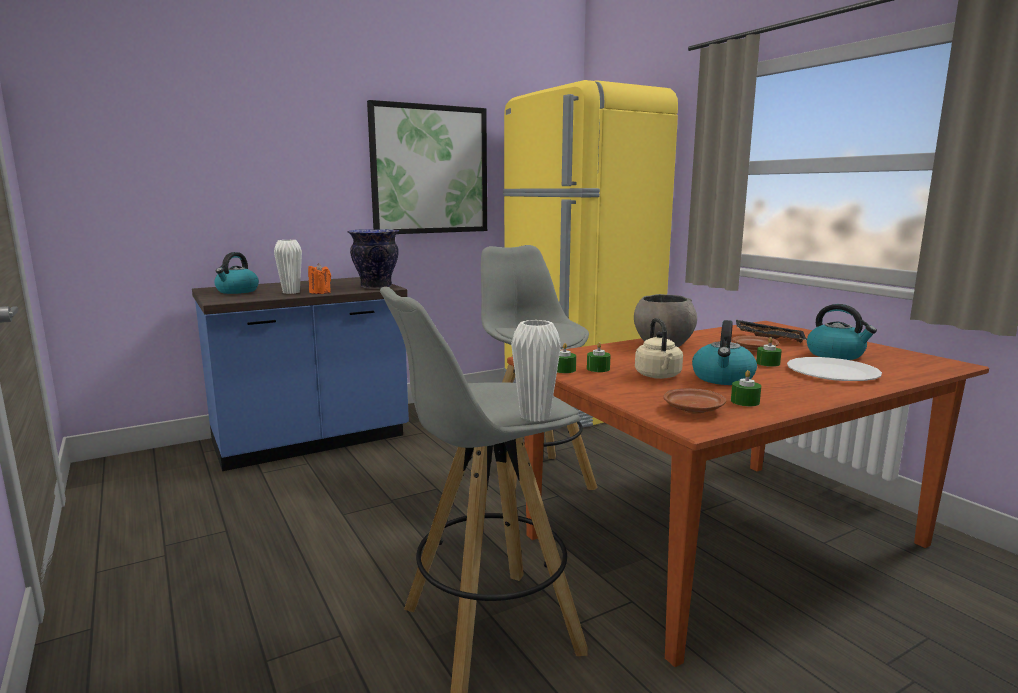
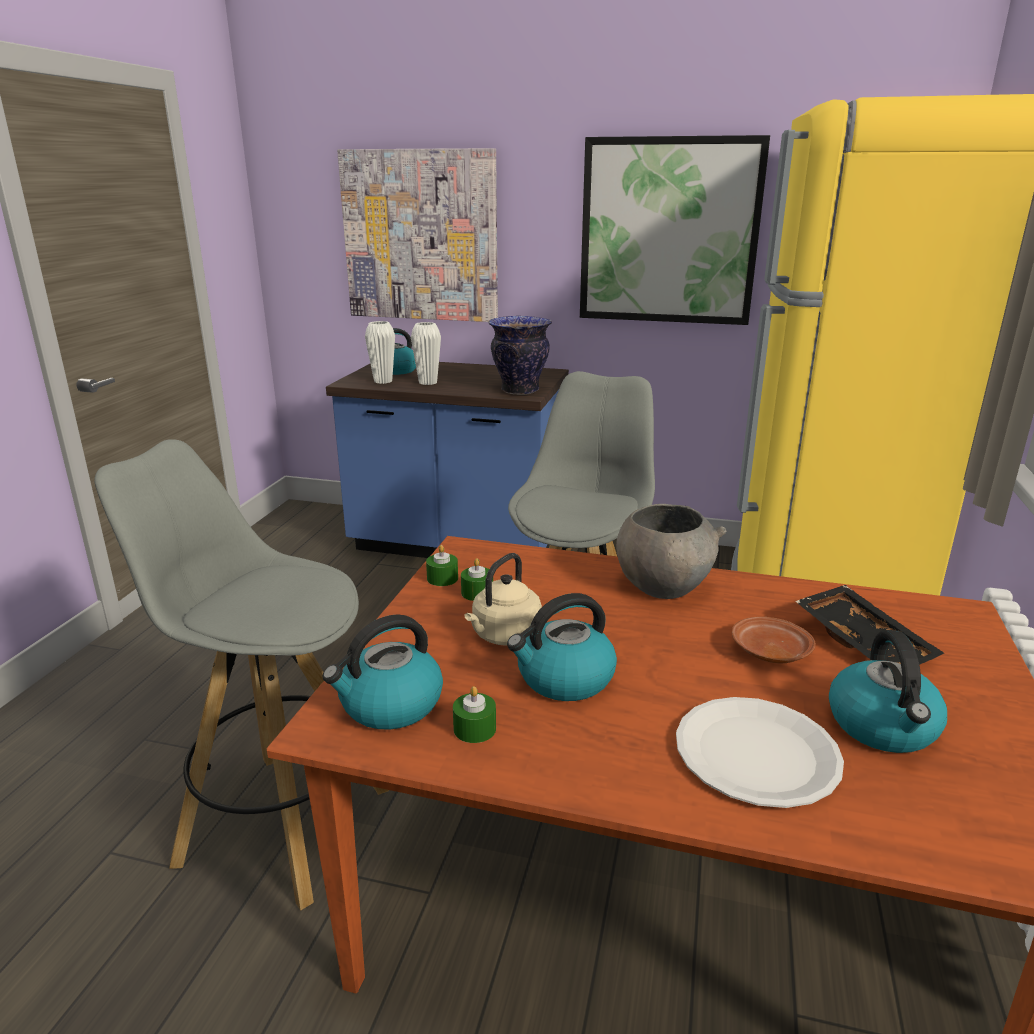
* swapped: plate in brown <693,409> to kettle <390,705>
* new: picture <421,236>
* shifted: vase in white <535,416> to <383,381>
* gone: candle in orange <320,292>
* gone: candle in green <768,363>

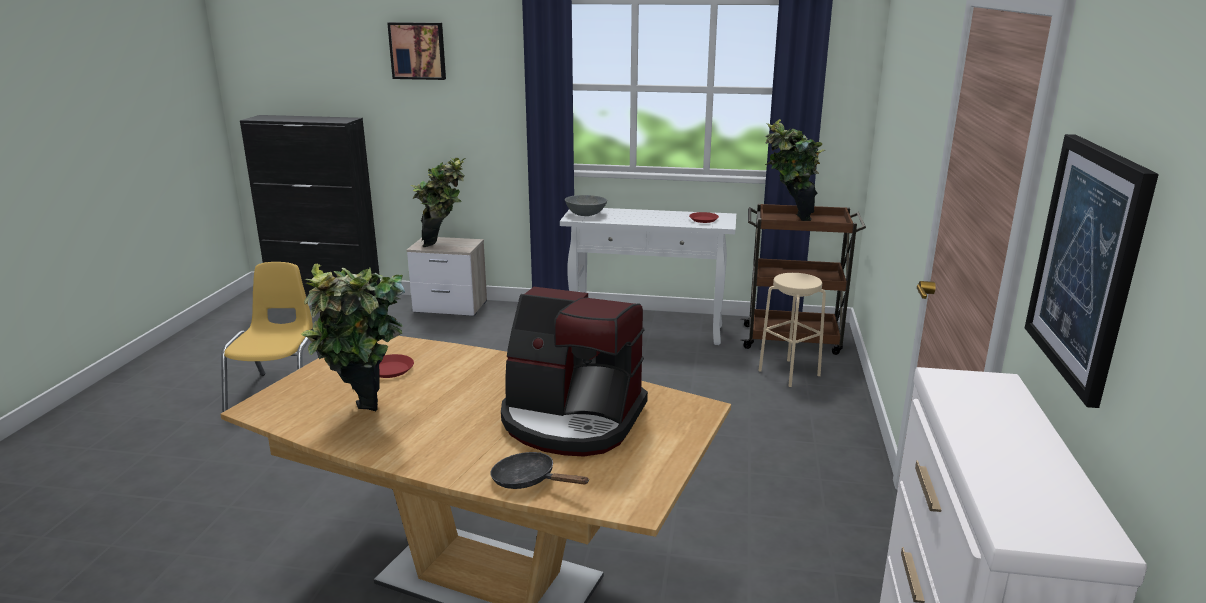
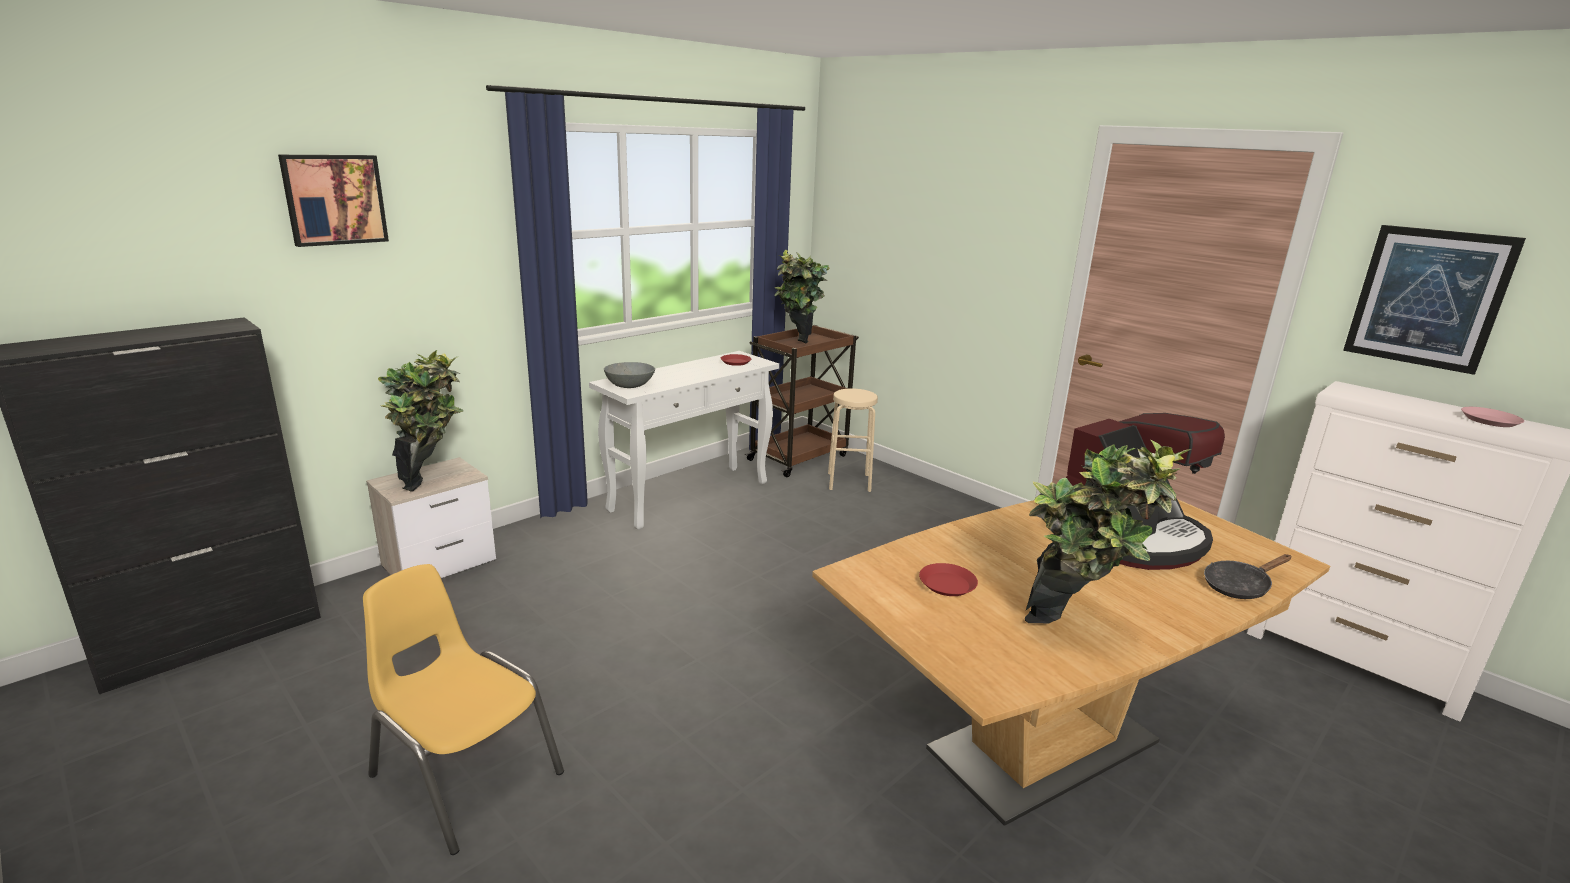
* new: plate in pink <1490,421>

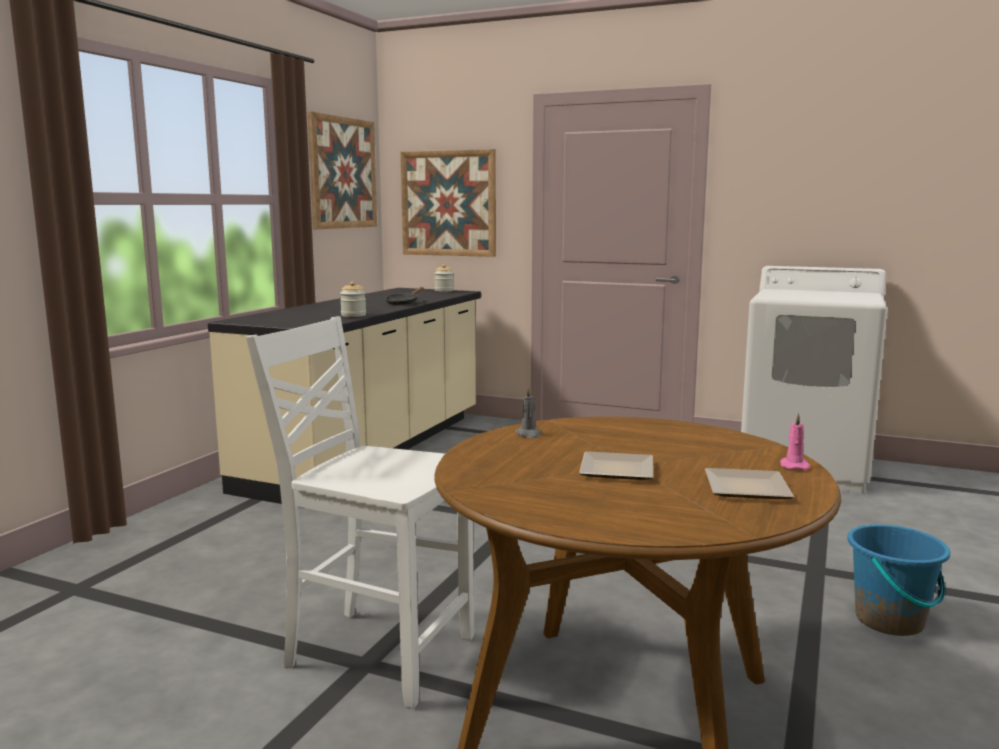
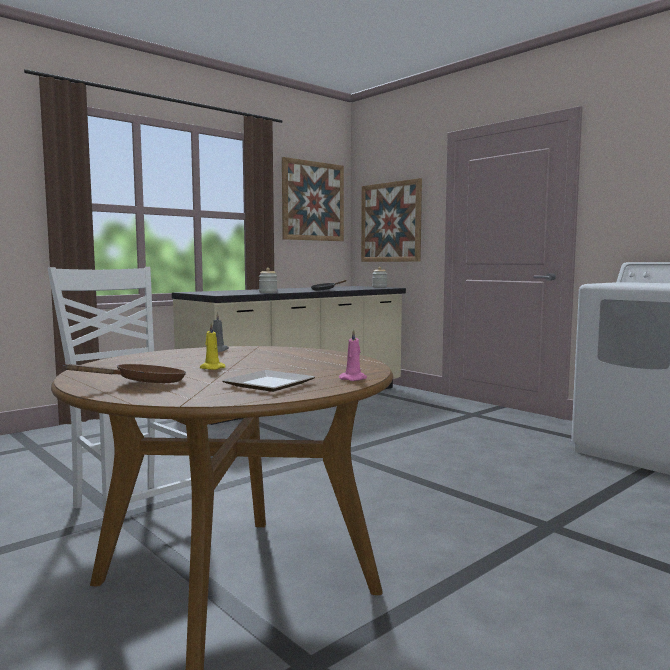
* new: frying pan in brown <143,383>
* swapped: plate <614,469> to candle in yellow <211,368>
* gone: bucket in blue <890,621>

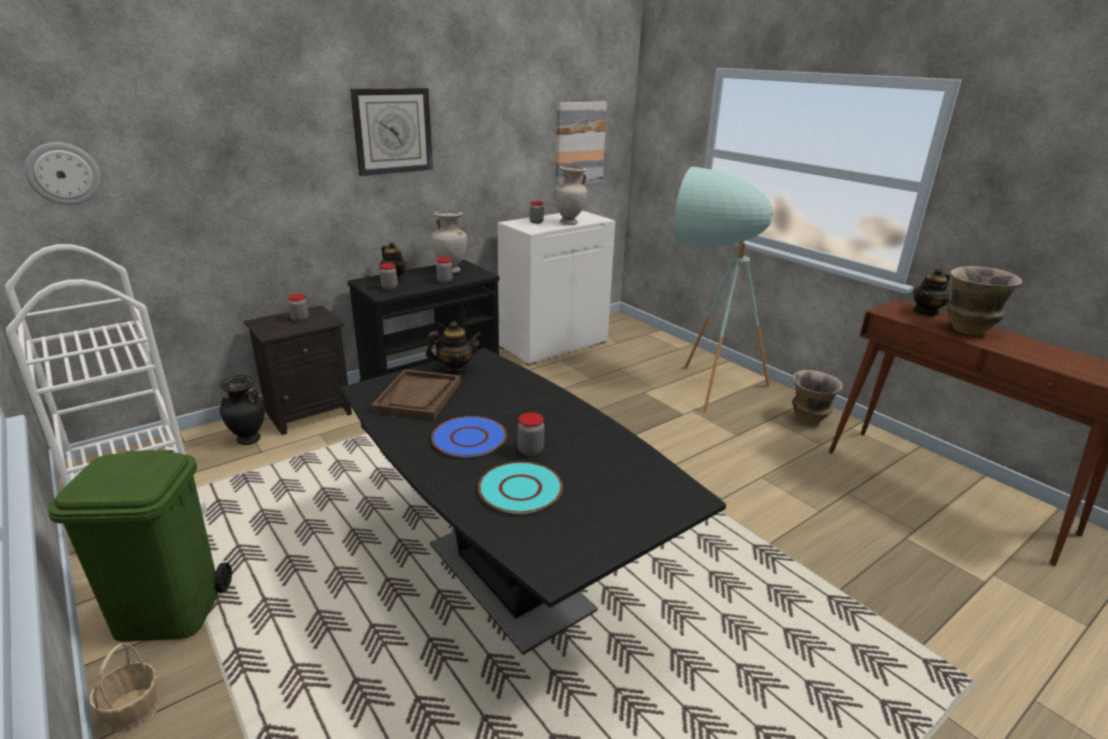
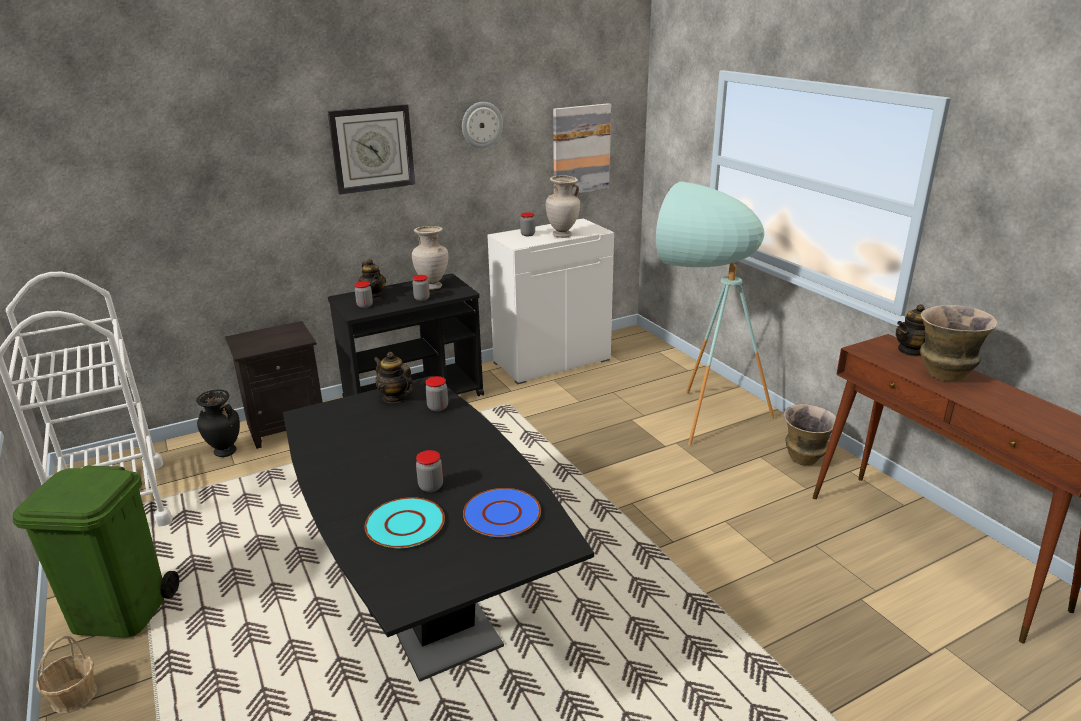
* rotated: teapot <455,368> = <395,397> 135 degrees counterclockwise
* shifted: jar <300,319> to <438,407>
* shifted: wall clock <63,174> to <481,124>
* shifted: plate in blue <469,438> to <502,514>
* gone: tray in brown <418,396>

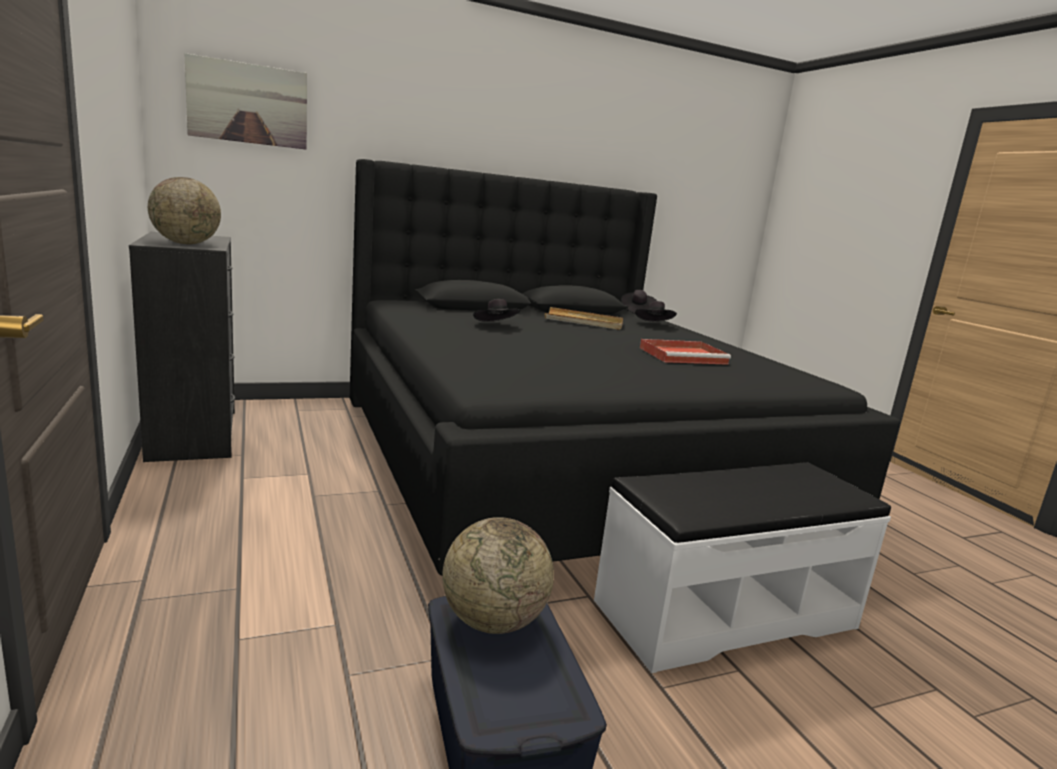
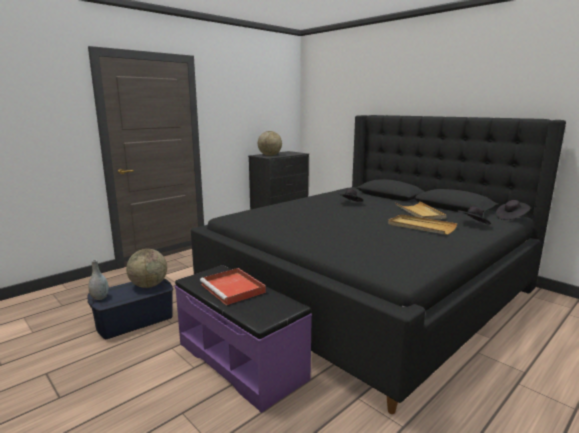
* new: vase in grey <100,298>
* repainted: bench in white <724,613> to bench in purple <241,360>
* shifted: tray in red <684,356> to <233,288>
* new: tray in beige <421,227>
* gone: picture <248,103>

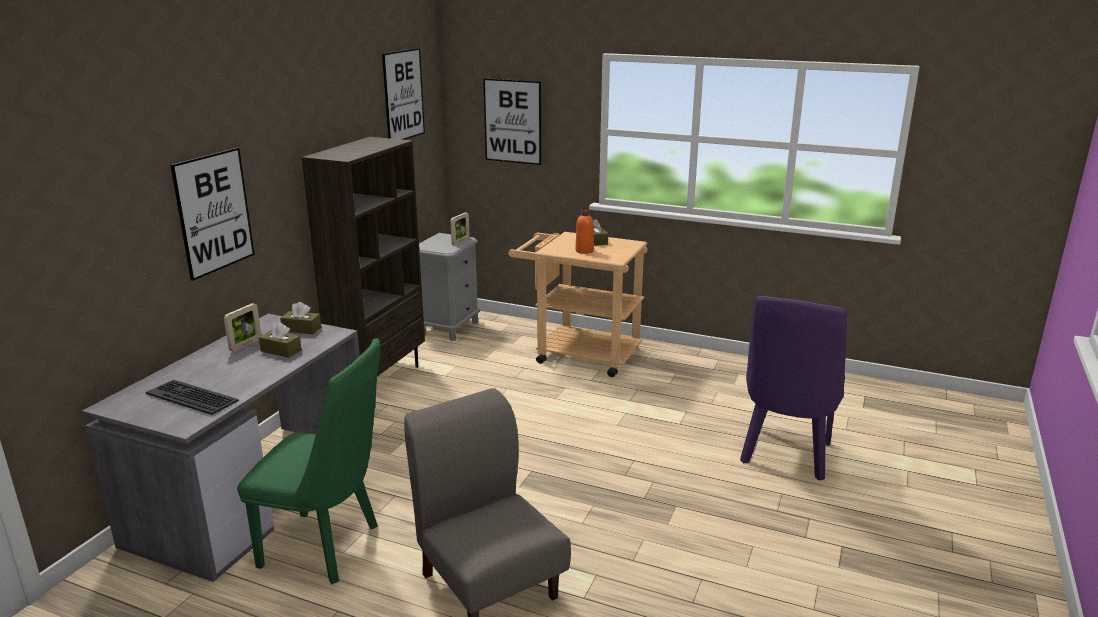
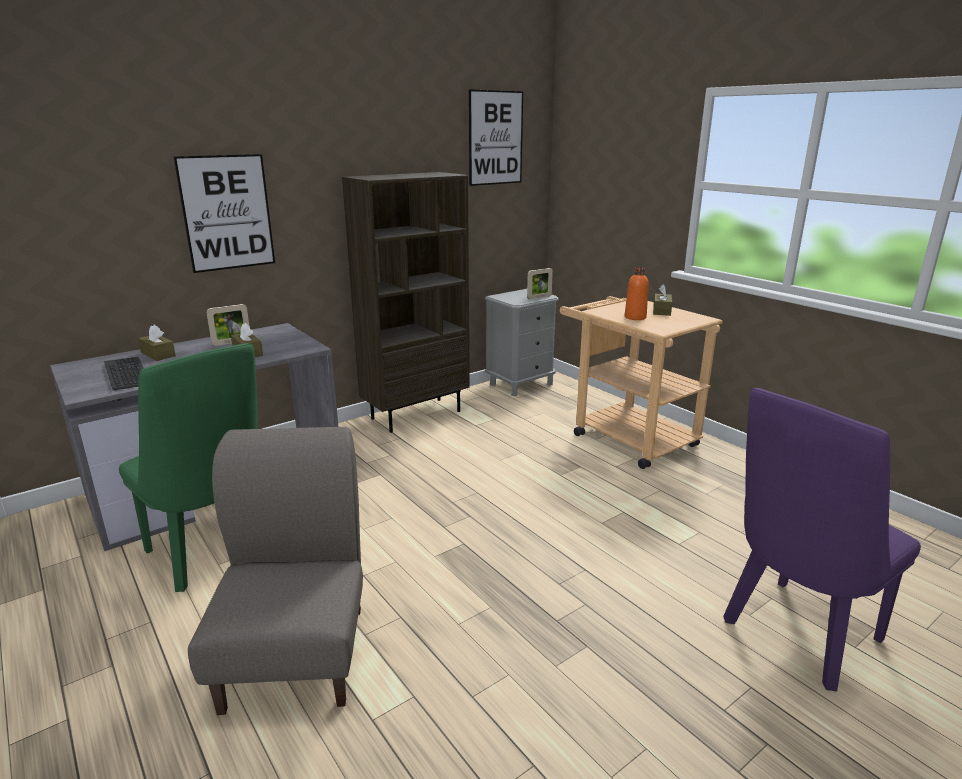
* shifted: tissue box in brown <301,329> to <158,354>
* gone: picture <512,121>

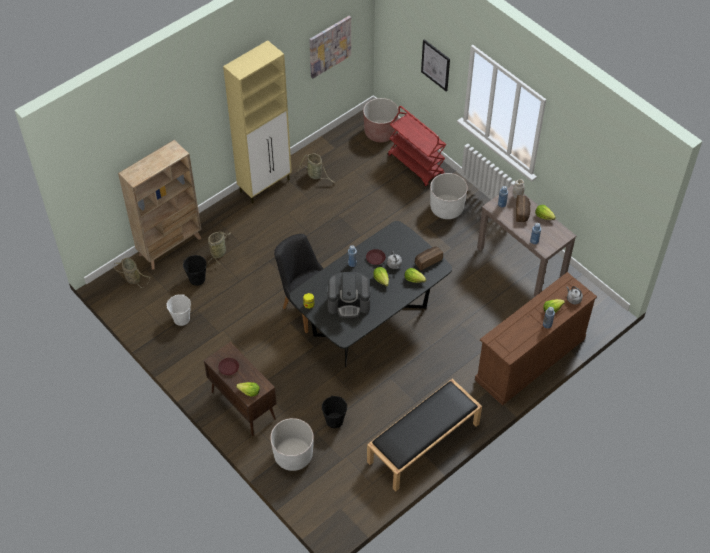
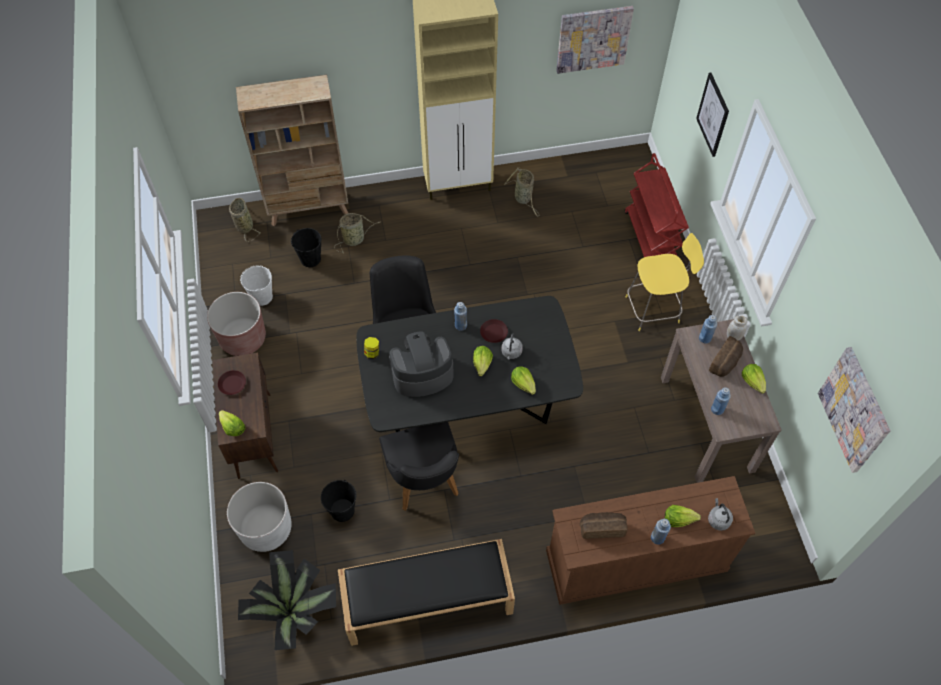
* shifted: planter in brown <380,132> to <243,338>
* new: potted plant <293,608>
* new: chair in black <425,484>
* rotated: coffee machine <349,302> = <422,374> 135 degrees clockwise
* shifted: bread <427,261> to <602,527>
* swapped: planter in white <446,208> to stool in yellow <654,309>
* new: picture <854,410>

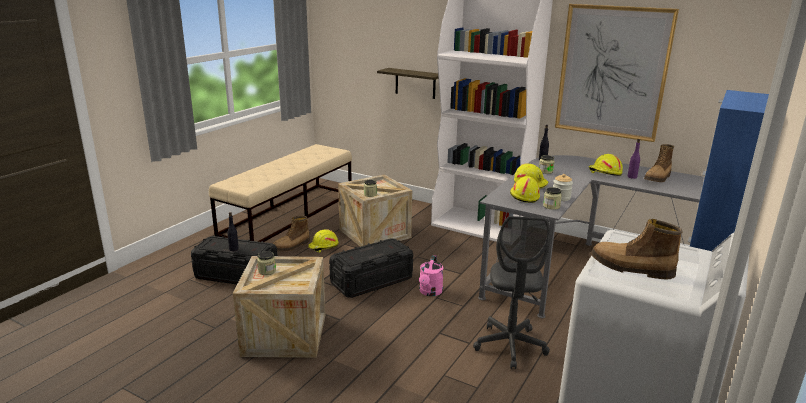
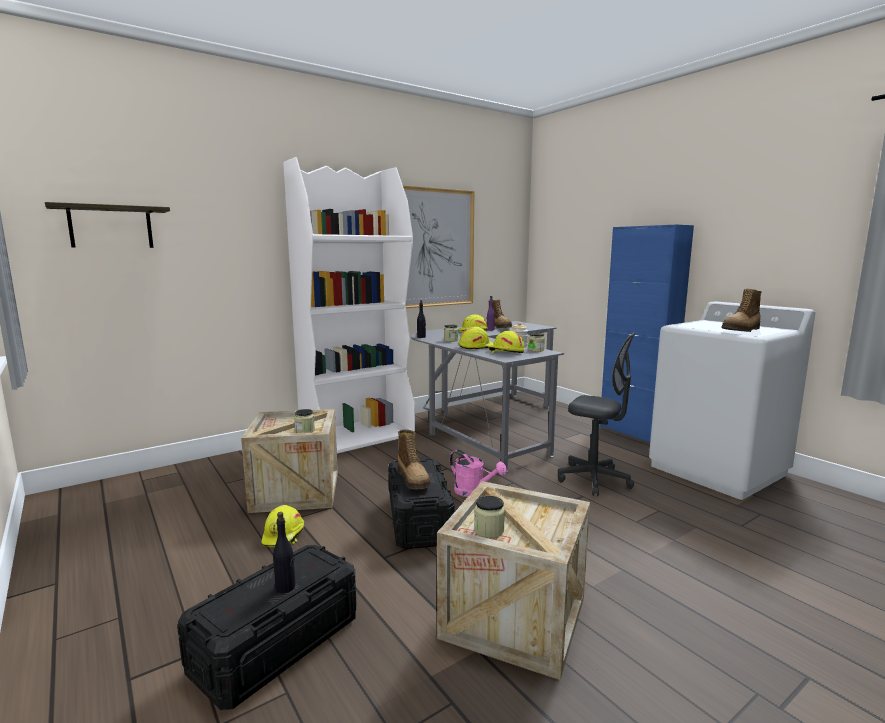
* shifted: shelf <415,83> to <111,227>
* shifted: boot <291,246> to <414,479>
* gone: bench in beige <289,213>

